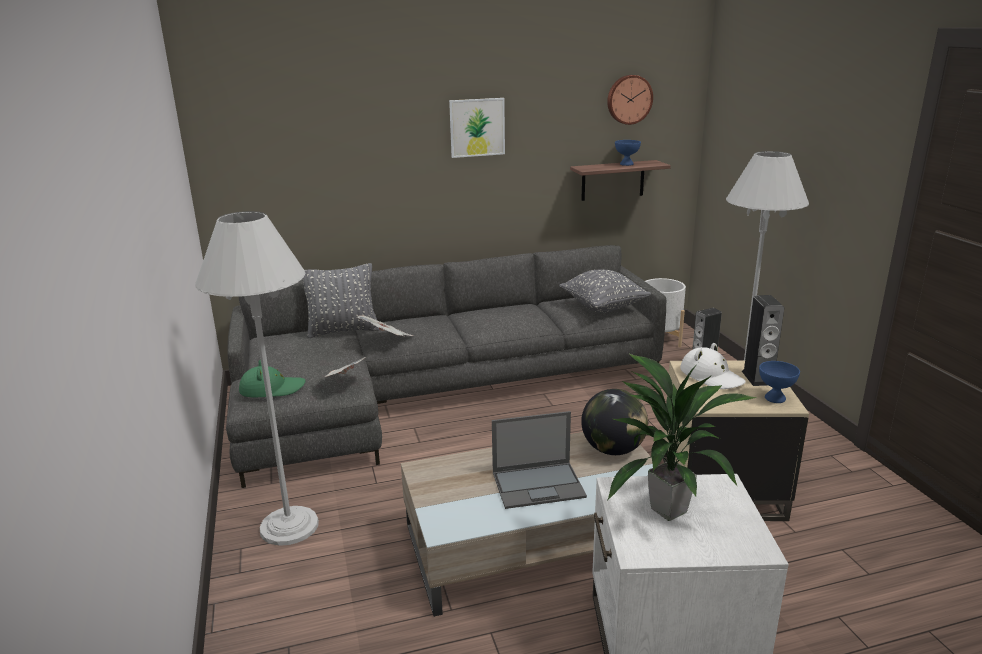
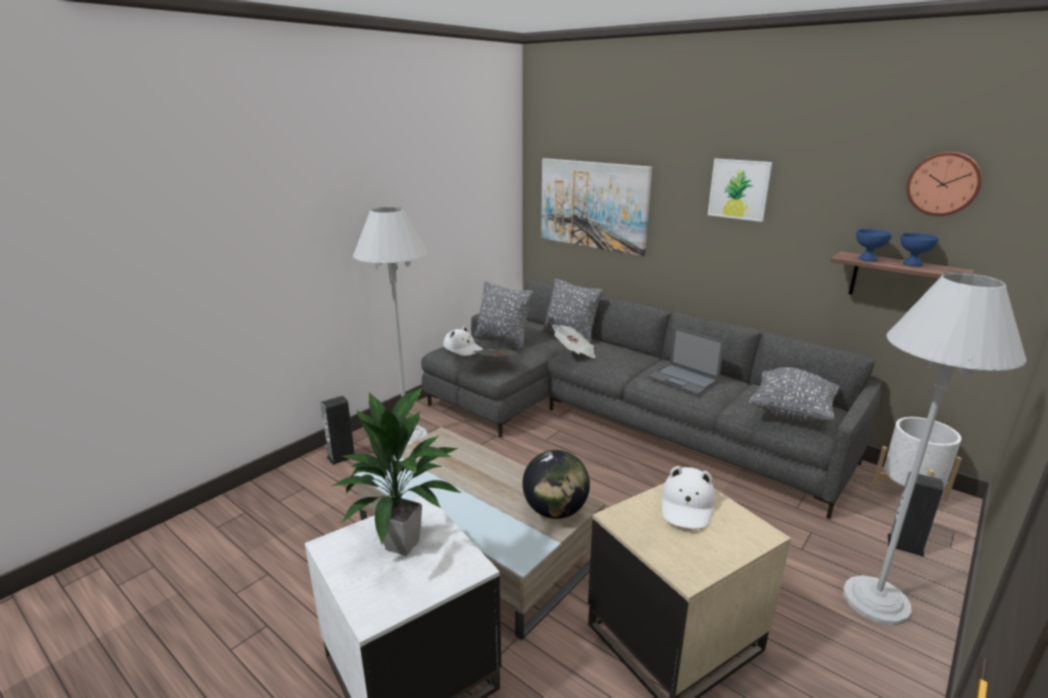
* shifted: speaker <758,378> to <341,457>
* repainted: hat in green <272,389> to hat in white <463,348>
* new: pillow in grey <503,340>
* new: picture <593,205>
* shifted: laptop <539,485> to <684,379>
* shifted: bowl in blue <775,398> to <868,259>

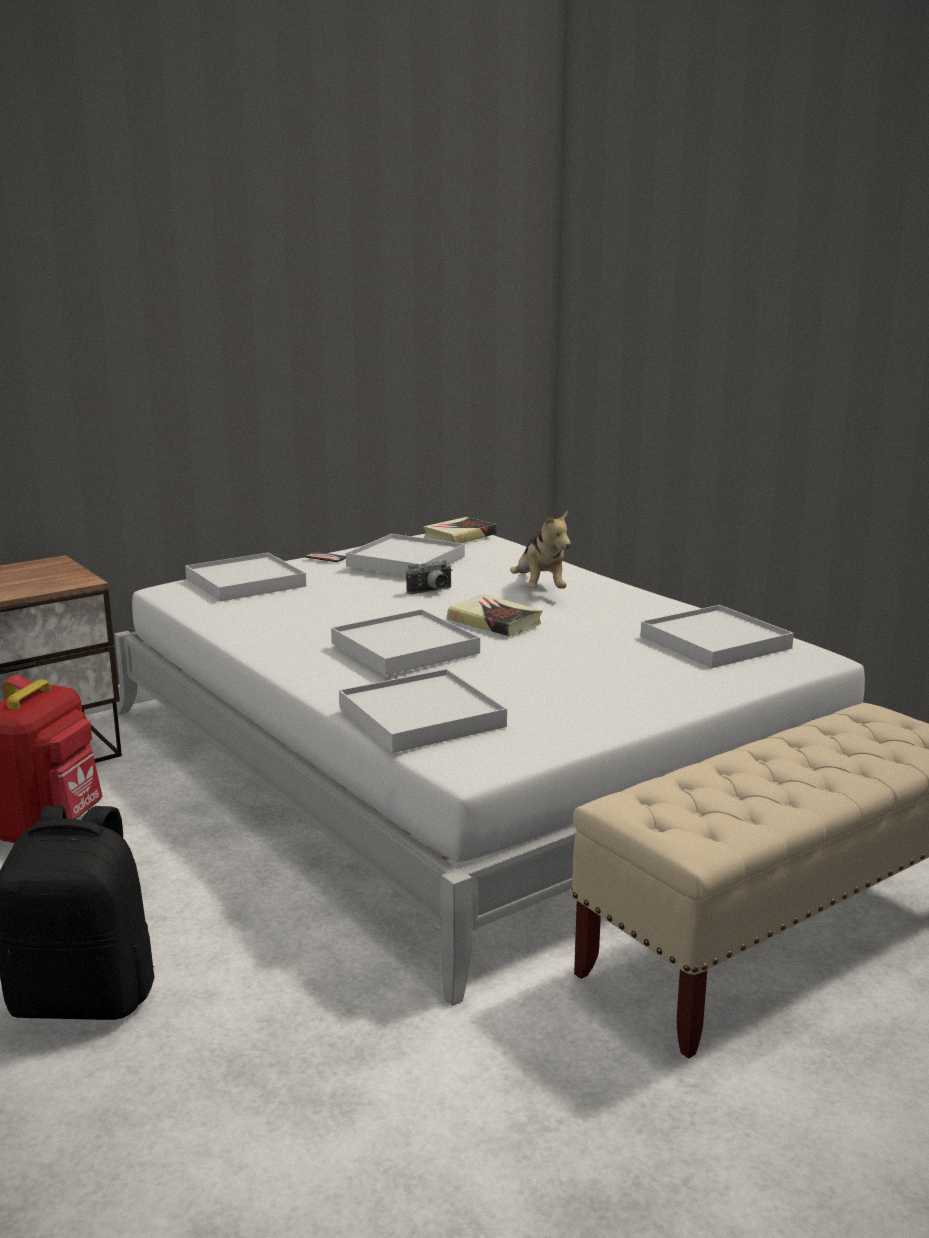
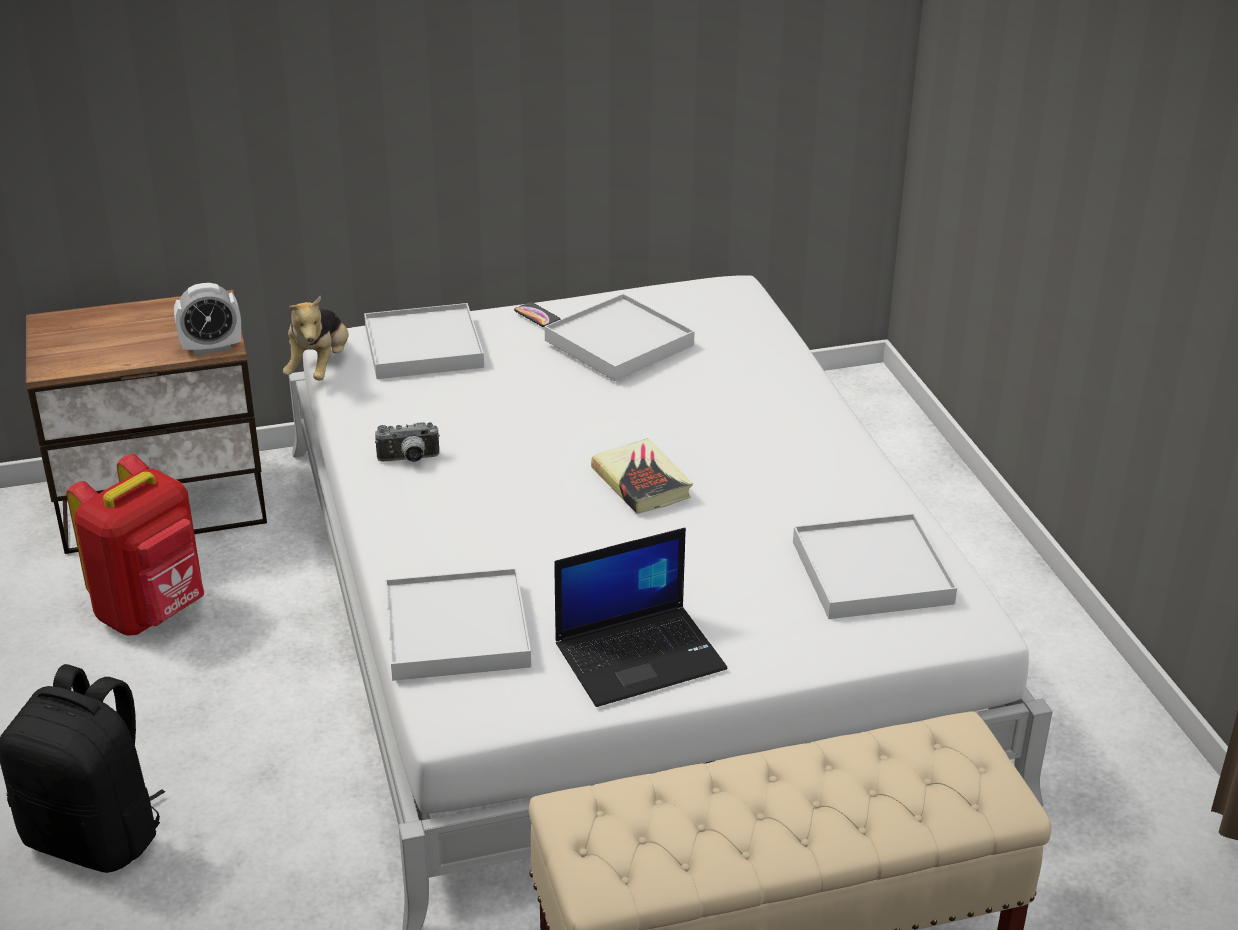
* new: alarm clock <212,348>
* shifted: plush toy <539,589> to <320,367>
* shifted: photo camera <432,592> to <409,460>
* new: laptop <641,655>
* gone: tray in white <404,648>
* gone: book <459,536>

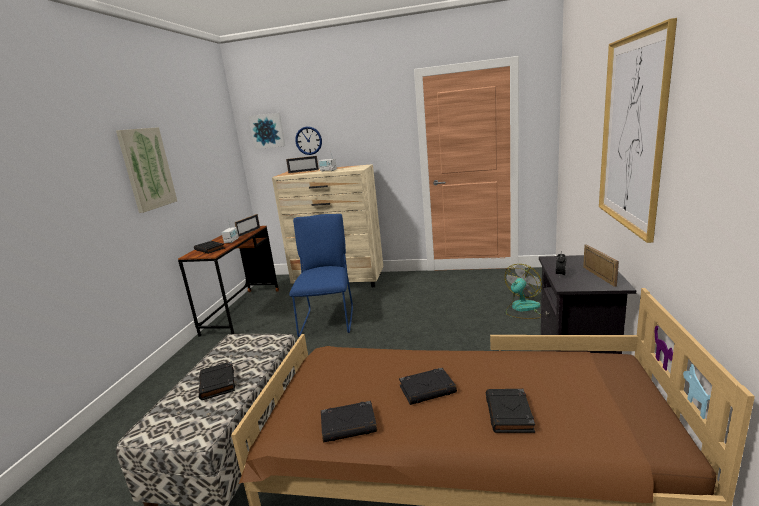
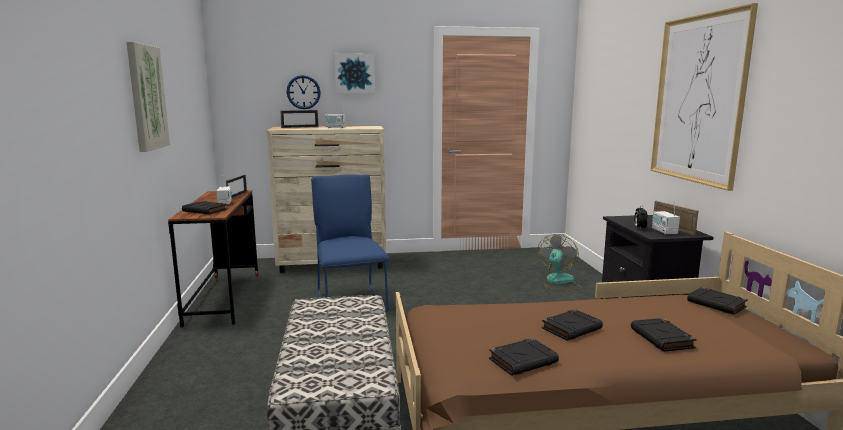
* shifted: picture <267,131> to <354,73>
* new: radio <664,232>
* shifted: book in black <218,384> to <717,304>

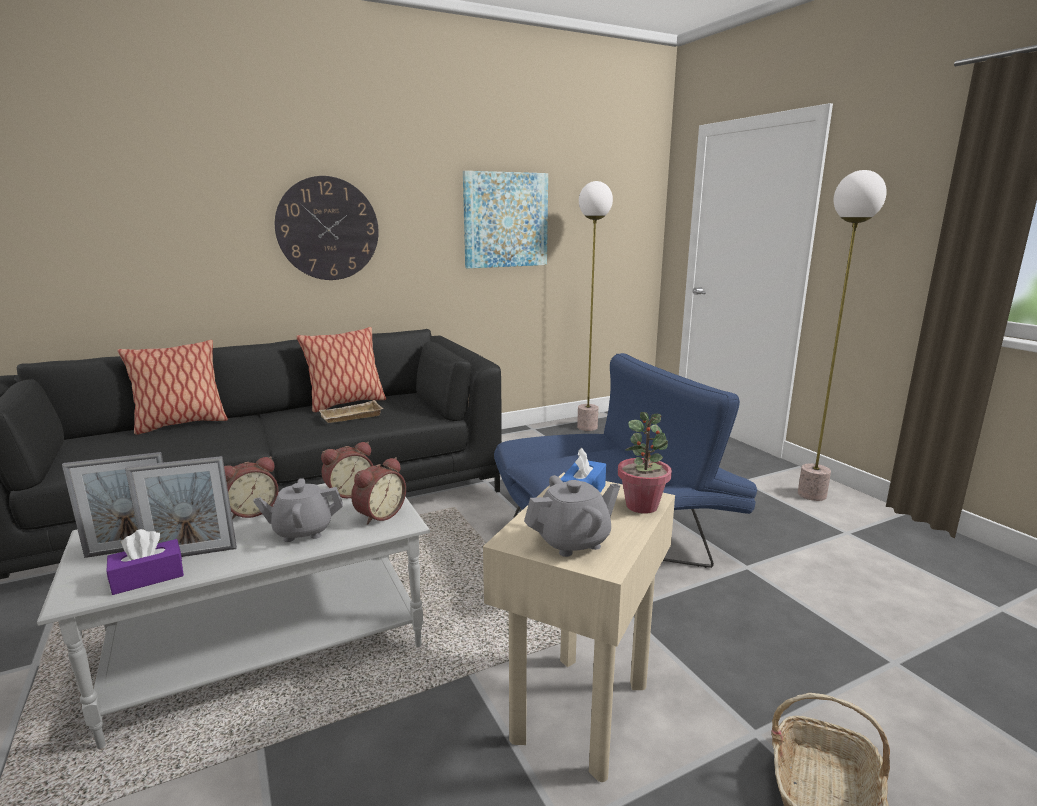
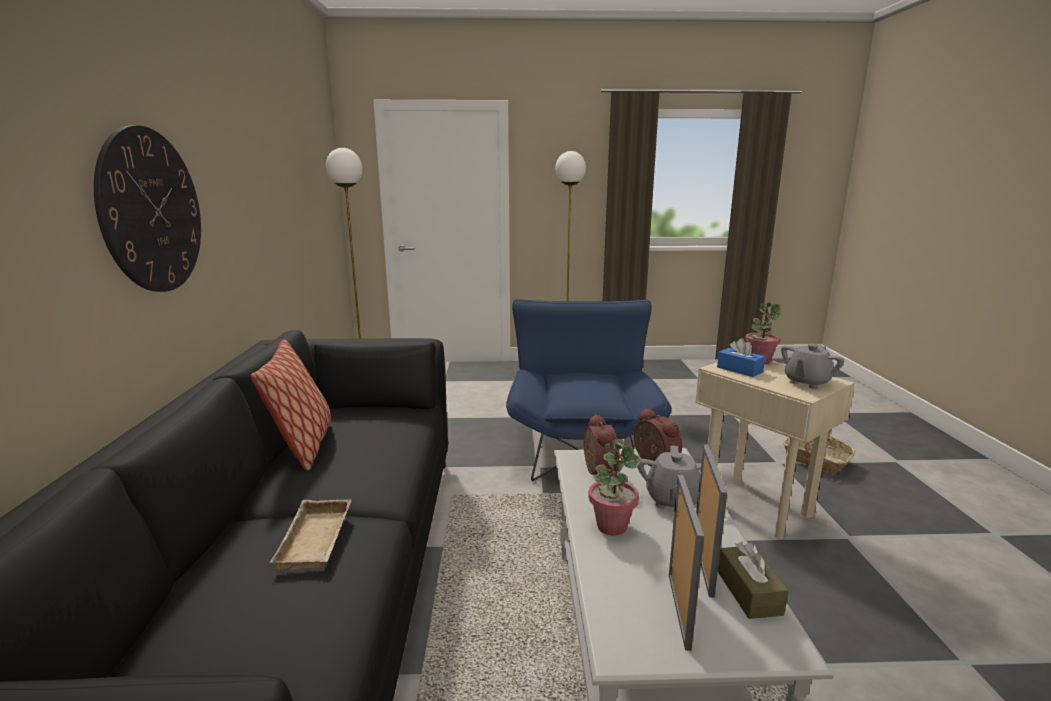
* shifted: tray in beige <351,417> to <318,540>
* swapped: alarm clock <251,511> to potted plant <611,526>
* repainted: tissue box in purple <148,577> to tissue box in brown <749,592>
* rotated: teapot in grey <573,541> = <806,382> 135 degrees counterclockwise
* gone: pillow <181,424>
* gone: picture <505,220>

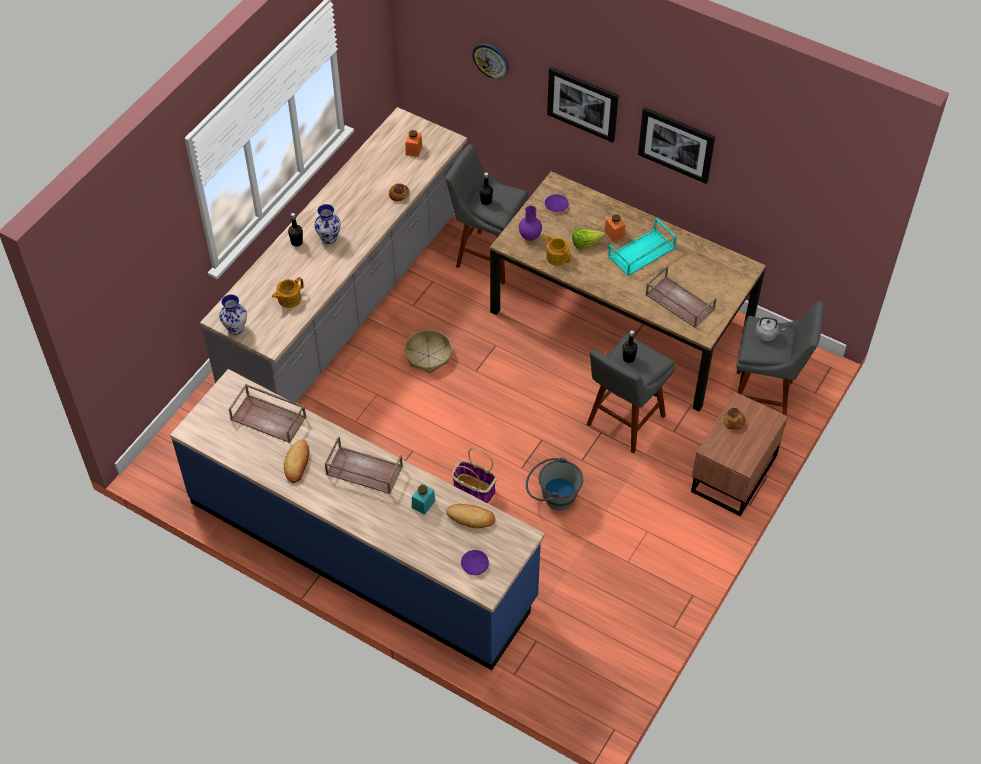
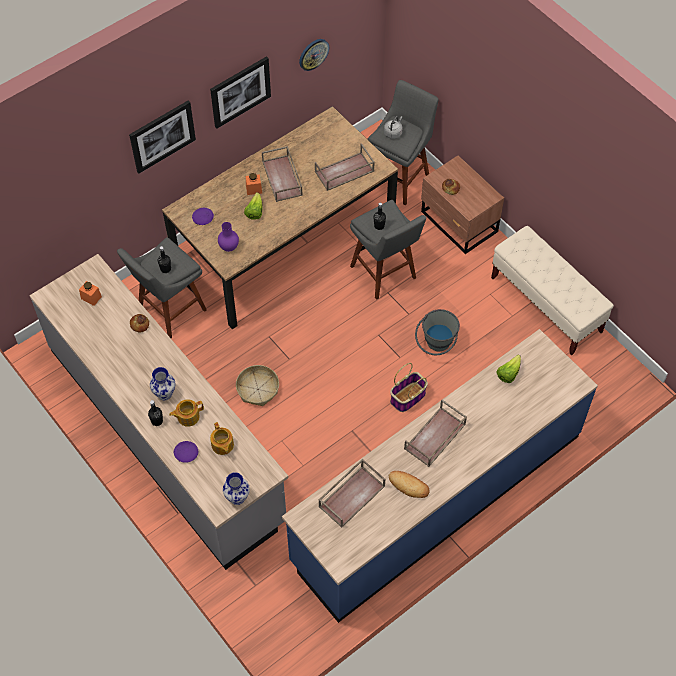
* shifted: teapot <557,257> to <187,416>
* shifted: plate in purple <475,564> to <186,453>
* repainted: tray in turquoise <641,253> to tray in brown <283,178>
* shifted: wall clock <491,60> to <313,54>
* new: bench in beige <546,305>
* swapped: bread <471,517> to lettuce <508,373>
* gone: jar in turquoise <423,504>

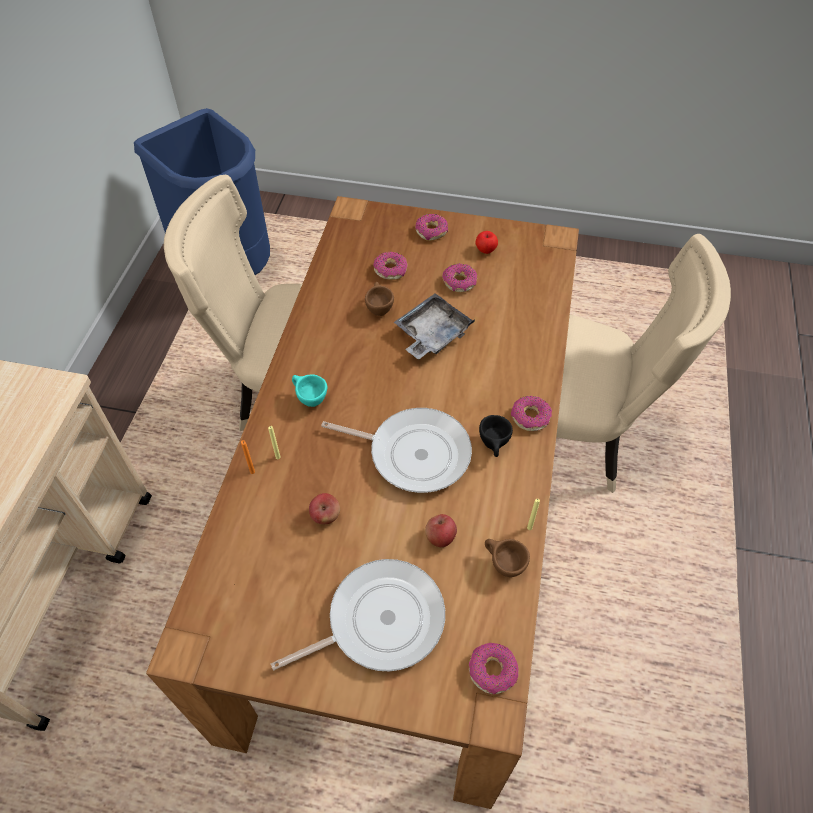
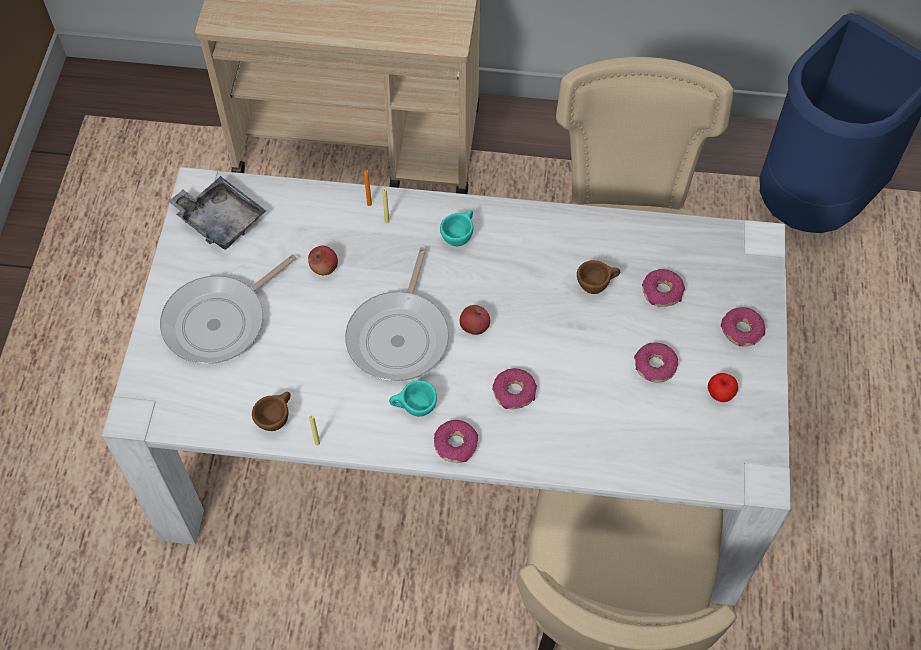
* repainted: dining table in brown <406,523> to dining table in white <460,443>
* rotated: frying pan <379,621> = <220,321> 75 degrees clockwise
* shifted: tray in grey <431,334> to <220,220>
* repainted: cup in black <494,446> to cup in turquoise <413,409>
* shifted: apple <440,537> to <474,327>
* shifted: donut <492,670> to <514,393>

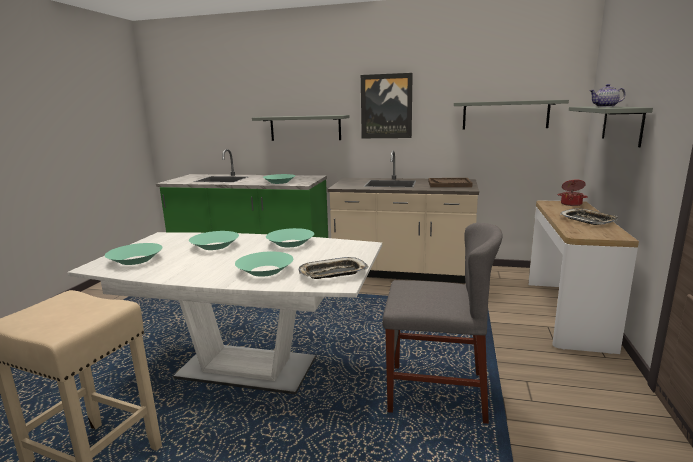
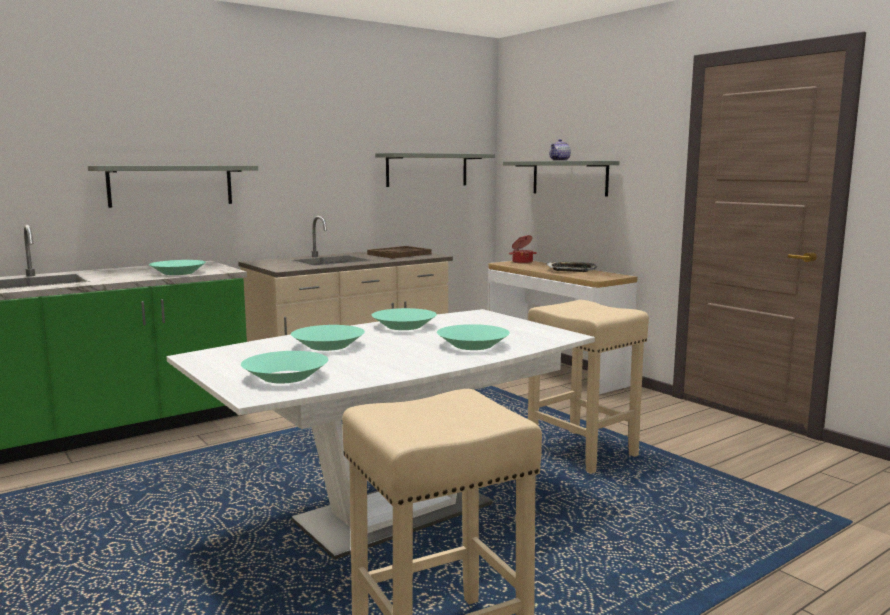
* swapped: chair in grey <436,392> to stool in beige <583,452>
* gone: tray <332,273>
* gone: picture <386,106>

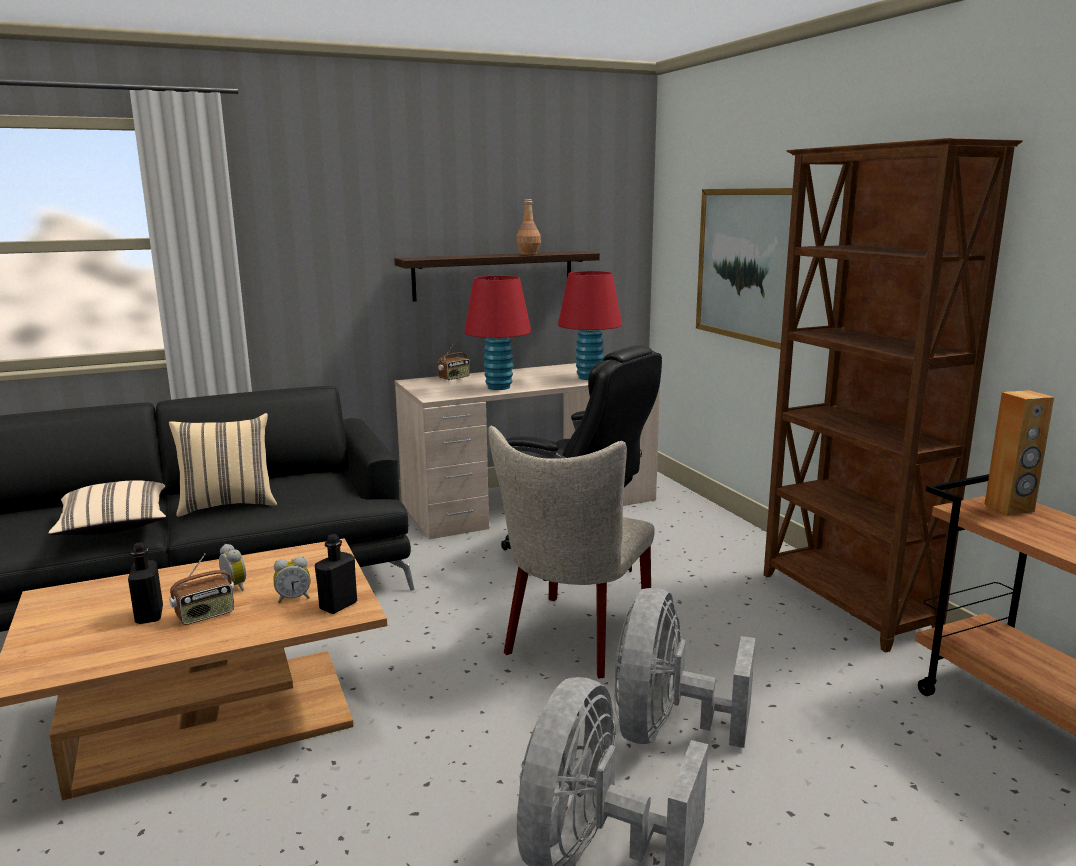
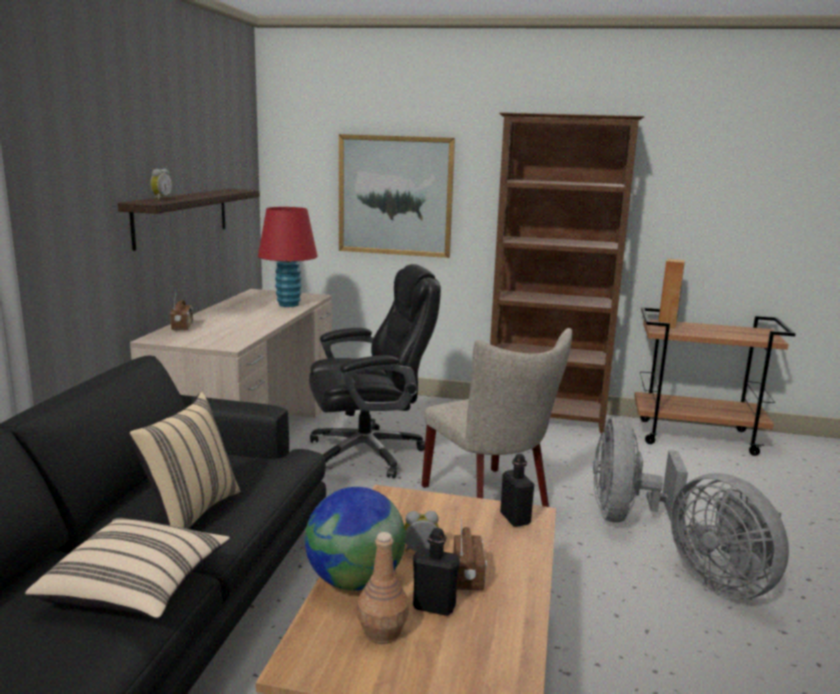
* shifted: alarm clock <293,598> to <161,199>
* new: globe <355,581>
* shifted: bottle in brown <528,254> to <381,632>
* rotated: fan in grey <666,729> = <624,515> 45 degrees clockwise
* gone: table lamp in red <499,387>

